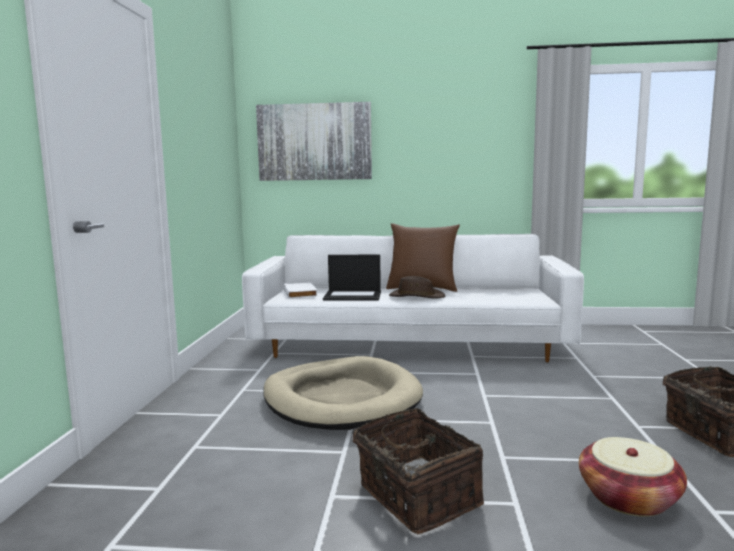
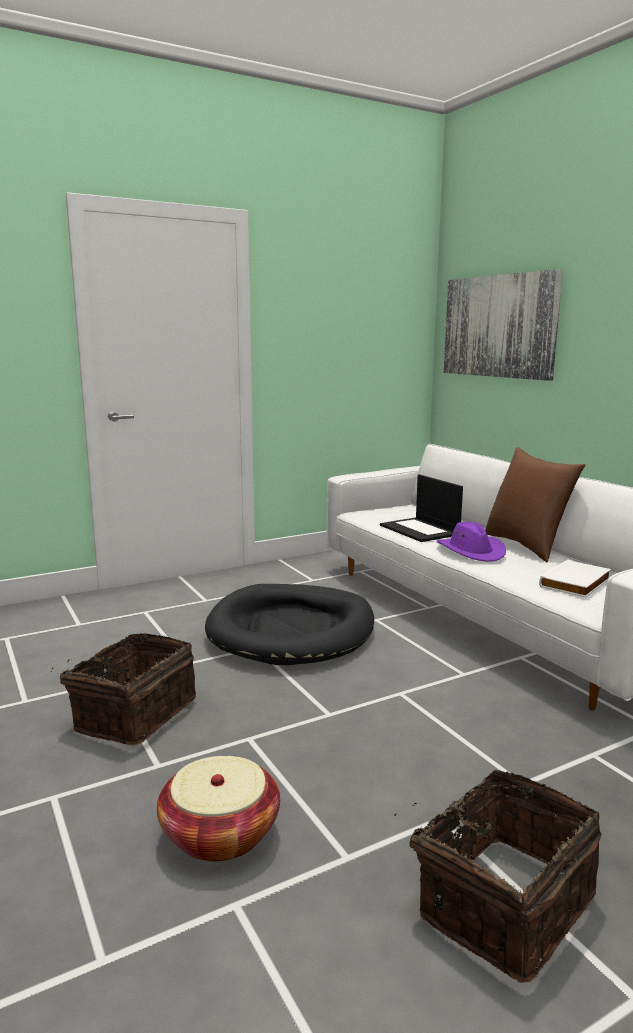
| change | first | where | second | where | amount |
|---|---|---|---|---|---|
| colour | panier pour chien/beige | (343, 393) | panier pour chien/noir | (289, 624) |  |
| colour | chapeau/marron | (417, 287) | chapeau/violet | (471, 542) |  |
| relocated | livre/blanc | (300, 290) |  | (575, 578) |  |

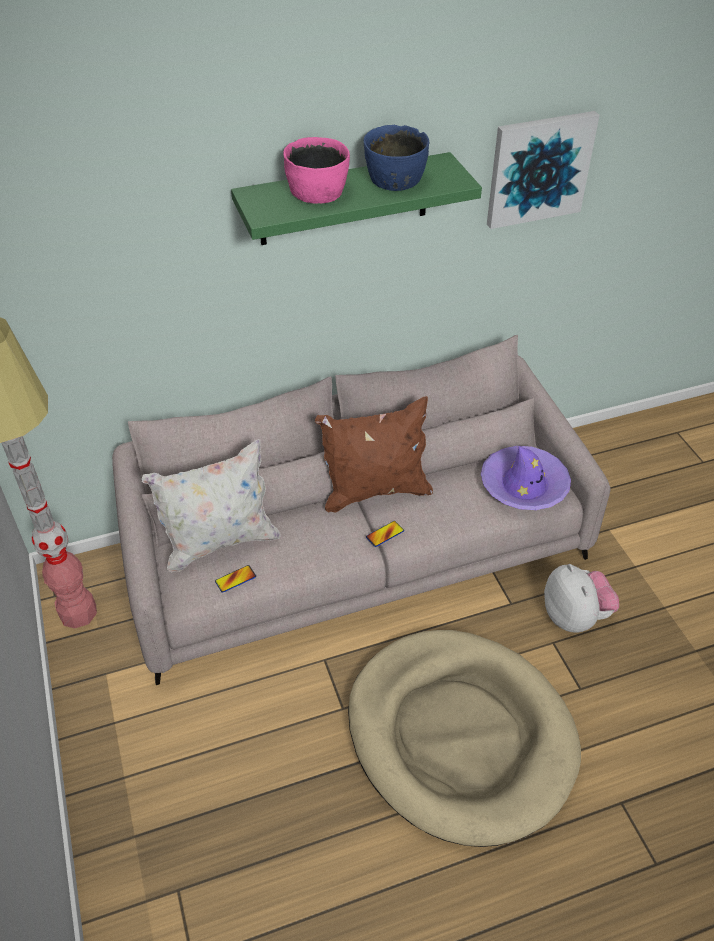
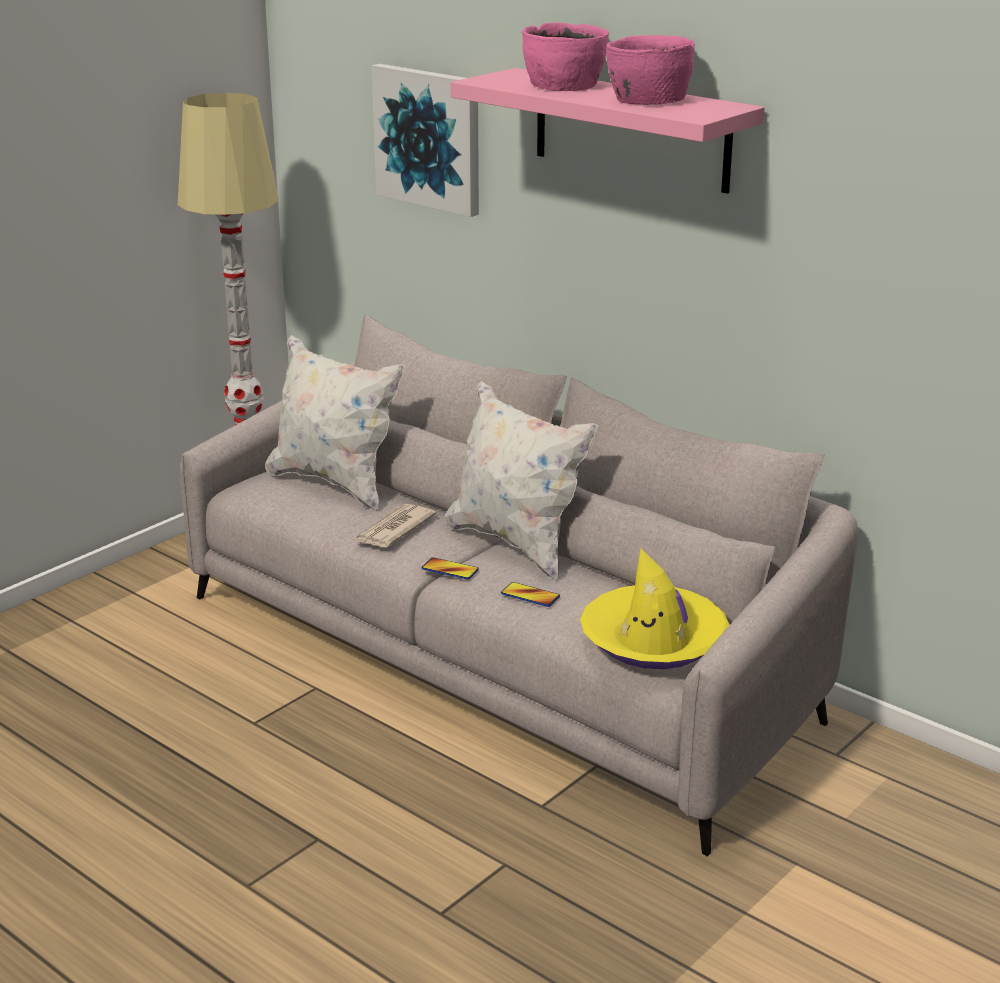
| change | first | where | second | where | amount |
|---|---|---|---|---|---|
| appeared |  |  | journal | (395, 525) |  |
| relocated | tableau | (543, 170) |  | (425, 140) |  |
| colour | coussin/marron | (374, 454) | coussin/blanc | (521, 481) |  |
| colour | étagère/vert | (356, 198) | étagère/rose | (607, 131) |  |
| relocated | téléphone | (235, 579) |  | (530, 594) |  |
| colour | chapeau/violet | (526, 478) | chapeau/jaune | (655, 608) |  |
| colour | bol/bleu | (396, 158) | bol/rose | (650, 70) |  |
| missing | panier pour chien/beige | (464, 738) |  |  |  |
| missing | peluche | (581, 598) |  |  |  |

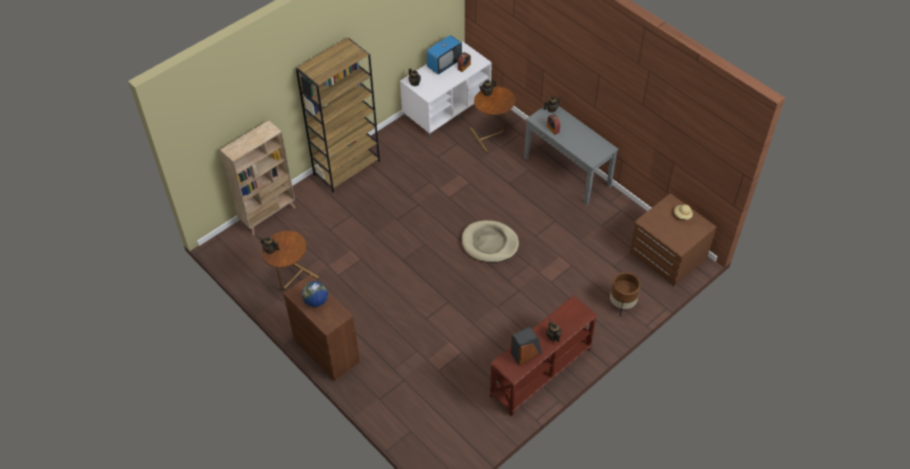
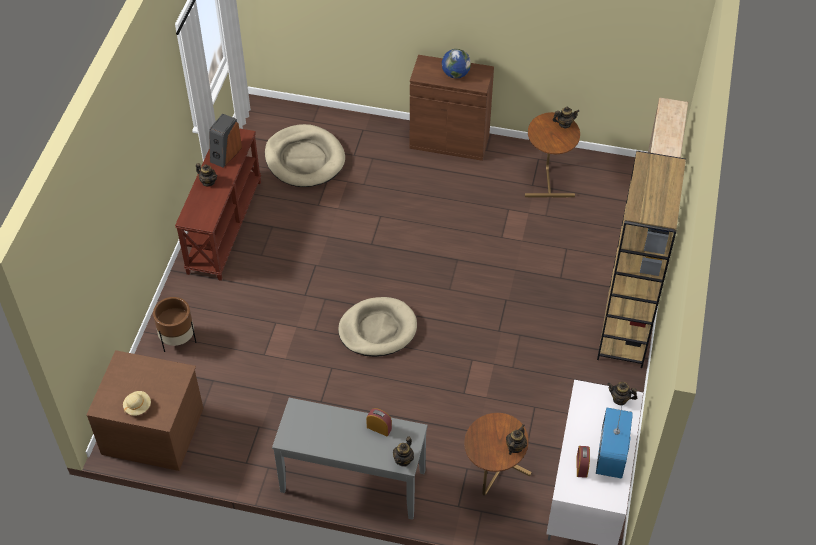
| change | first | where | second | where | amount |
|---|---|---|---|---|---|
| appeared |  |  | panier pour chien/beige | (305, 155) |  |

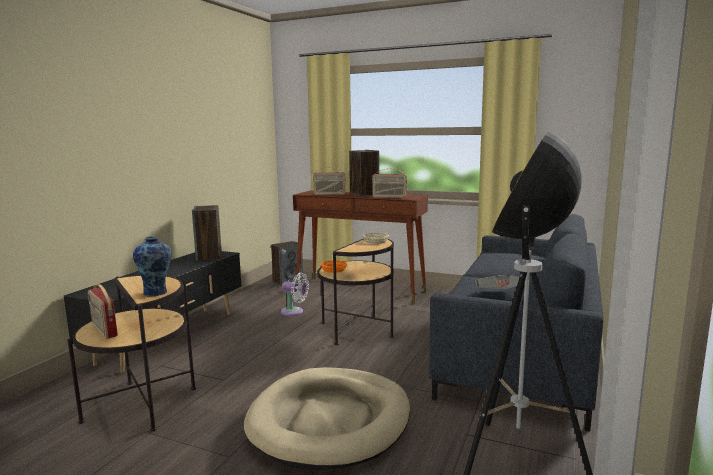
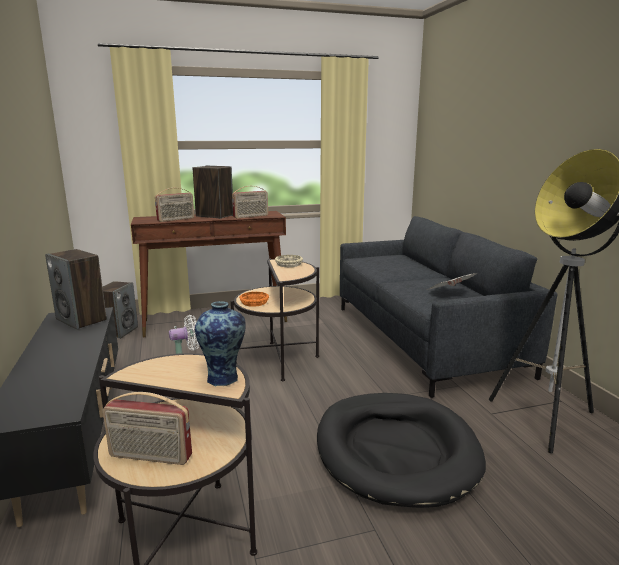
| change | first | where | second | where | amount |
|---|---|---|---|---|---|
| colour | panier pour chien/beige | (327, 418) | panier pour chien/noir | (401, 450) |  |

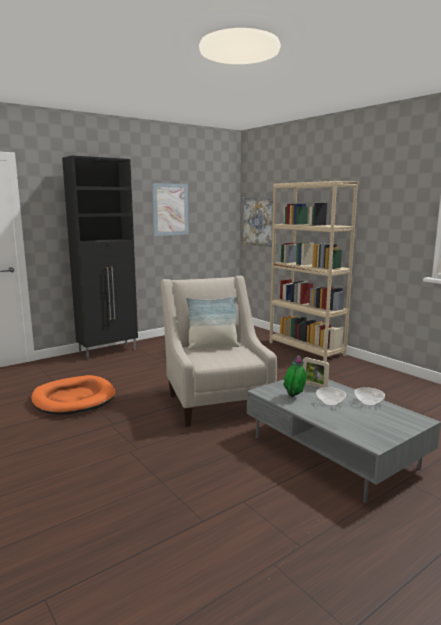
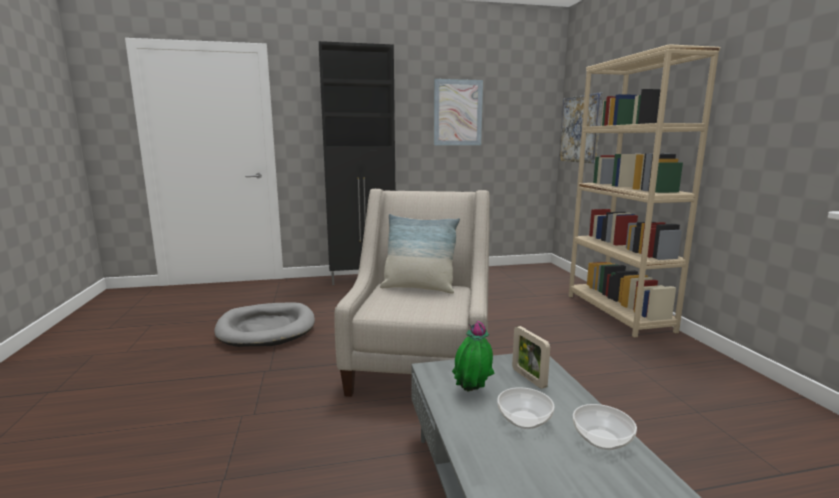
| change | first | where | second | where | amount |
|---|---|---|---|---|---|
| colour | panier pour chien/orange | (73, 395) | panier pour chien/gris | (264, 325) |  |

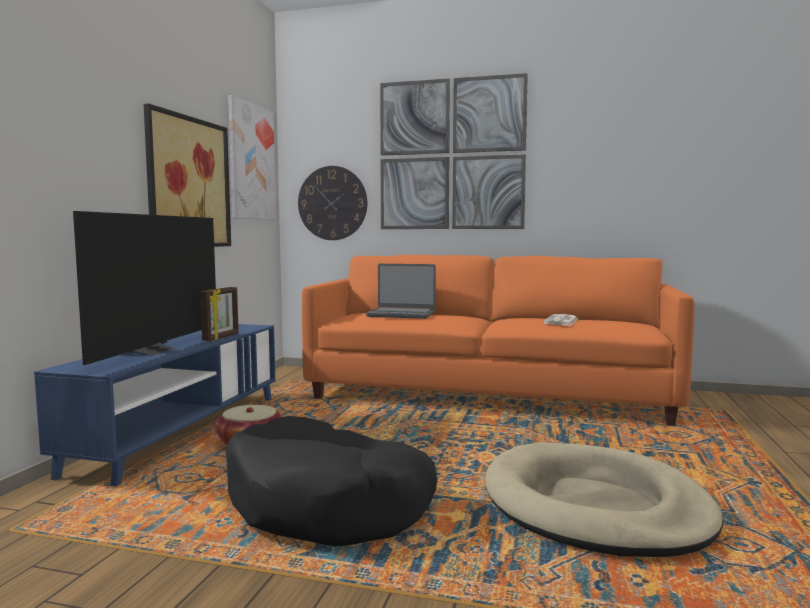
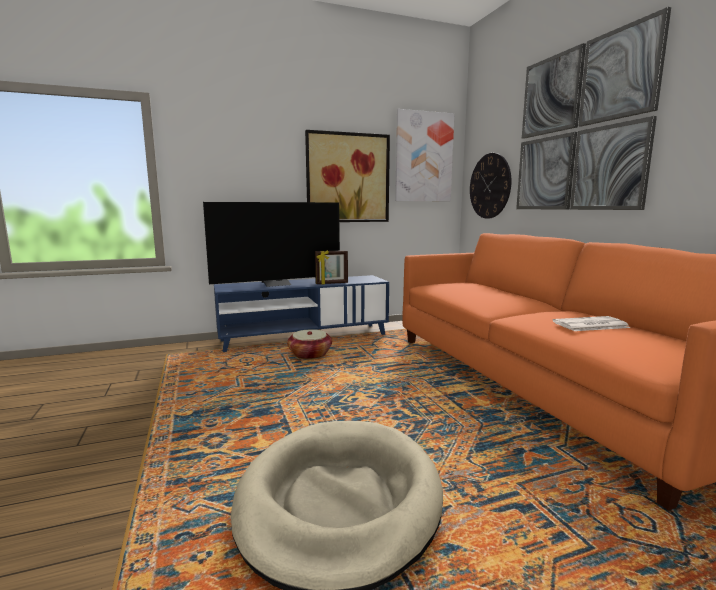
| change | first | where | second | where | amount |
|---|---|---|---|---|---|
| missing | panier pour chien/noir | (331, 481) |  |  |  |
| missing | ordinateur portable | (401, 291) |  |  |  |

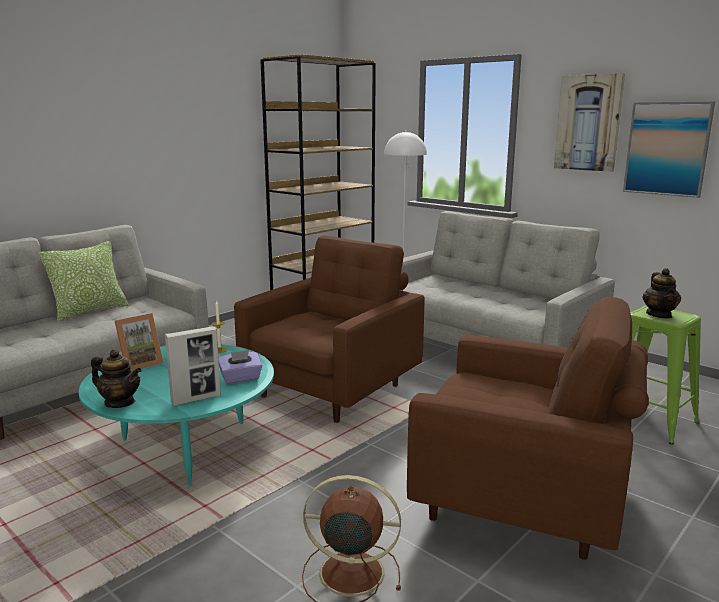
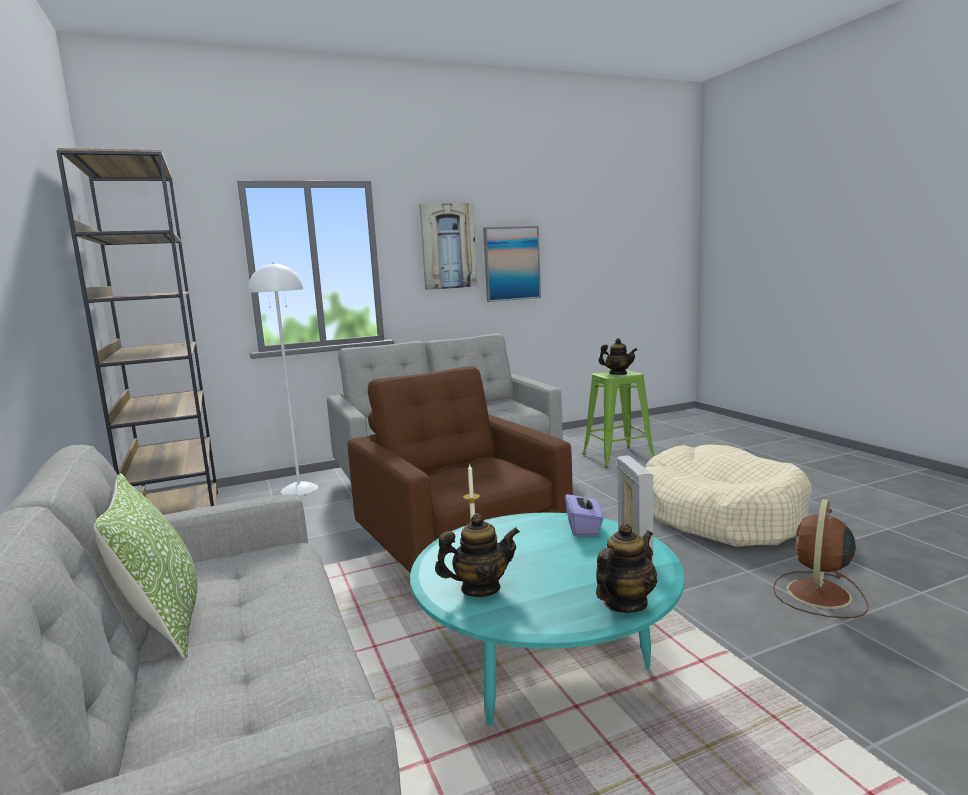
| change | first | where | second | where | amount |
|---|---|---|---|---|---|
| exchanged | cadre photo | (139, 342) | théière | (477, 555) |  |
| exchanged | fauteuil/marron | (528, 428) | panier pour chien/beige | (728, 495) |  |

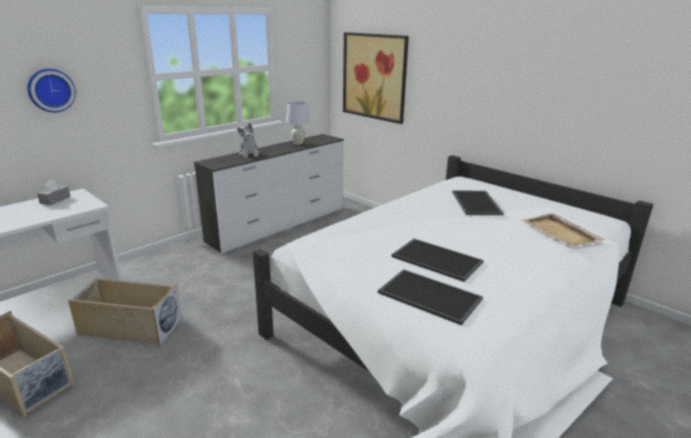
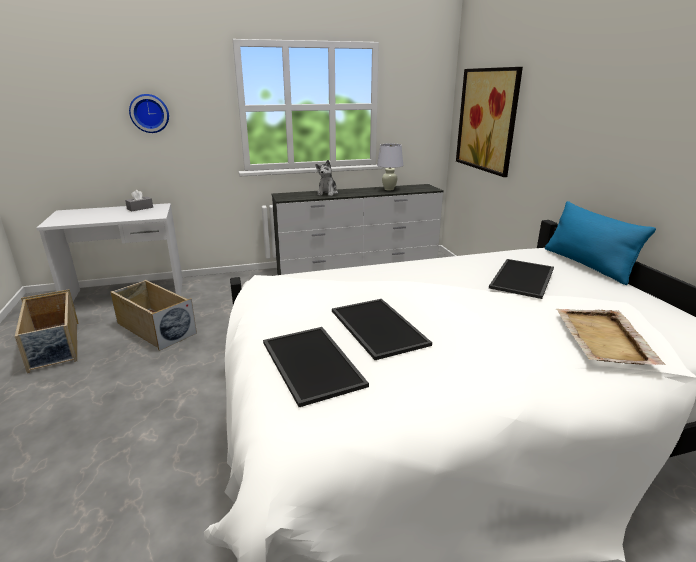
| change | first | where | second | where | amount |
|---|---|---|---|---|---|
| appeared |  |  | coussin/bleu | (600, 243) |  |

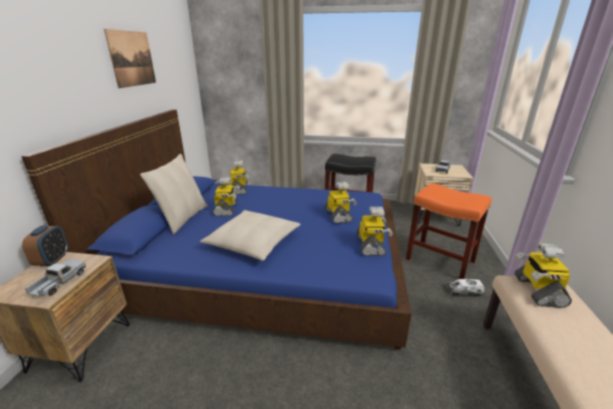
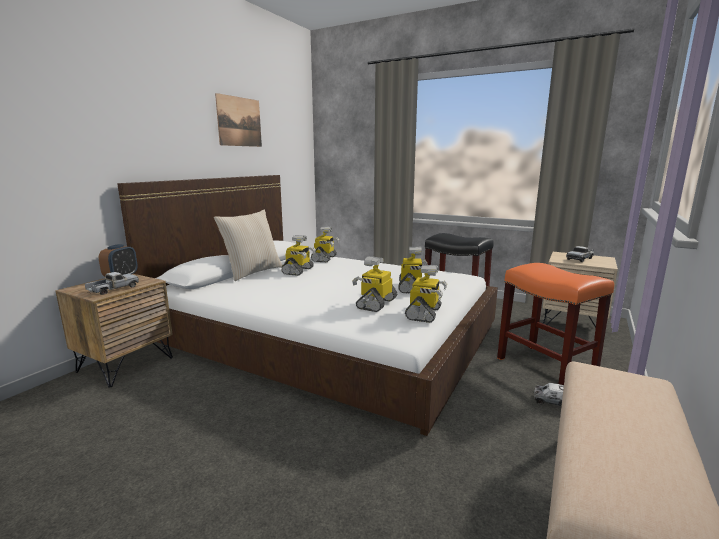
| change | first | where | second | where | amount |
|---|---|---|---|---|---|
| colour | lit/bleu | (216, 230) | lit/blanc | (307, 305) |  |
| relocated | robot jouet | (543, 275) |  | (374, 284) |  |
| missing | coussin/beige | (250, 235) |  |  |  |

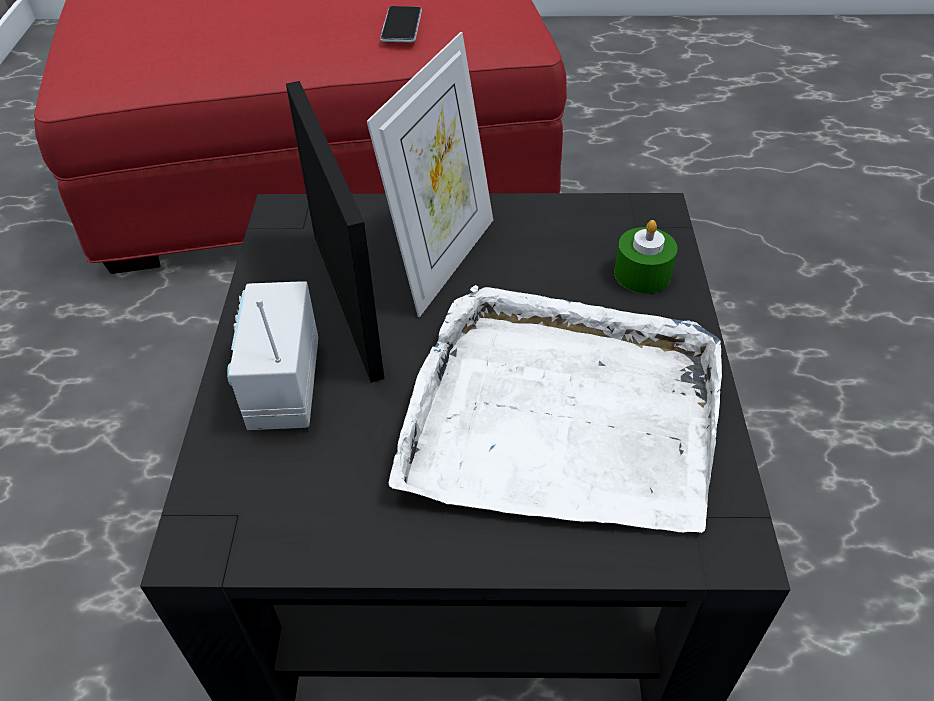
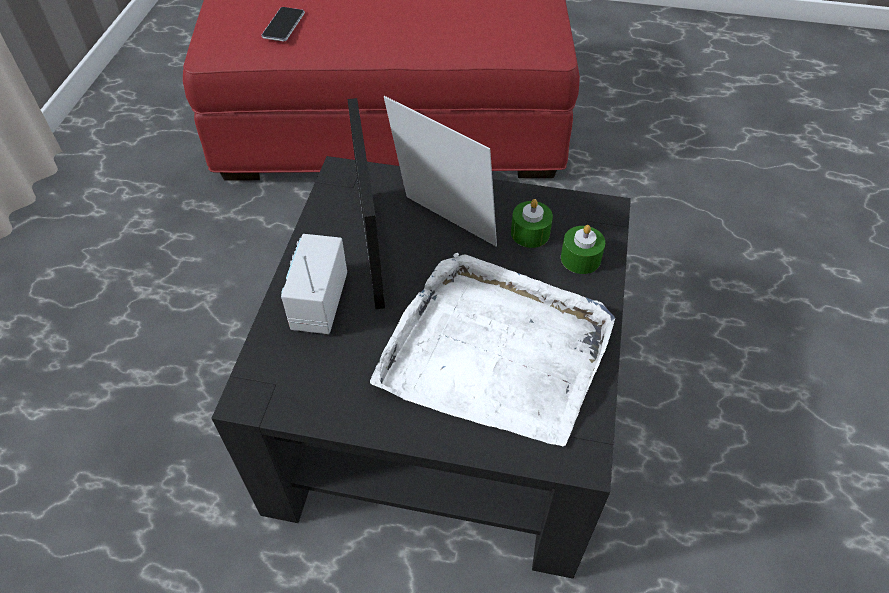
| change | first | where | second | where | amount |
|---|---|---|---|---|---|
| relocated | téléphone | (401, 24) |  | (283, 24) |  |
| spun | cadre photo | (430, 174) |  | (440, 171) | 90 degrees counterclockwise |
| appeared |  |  | bougie/vert | (532, 223) |  |

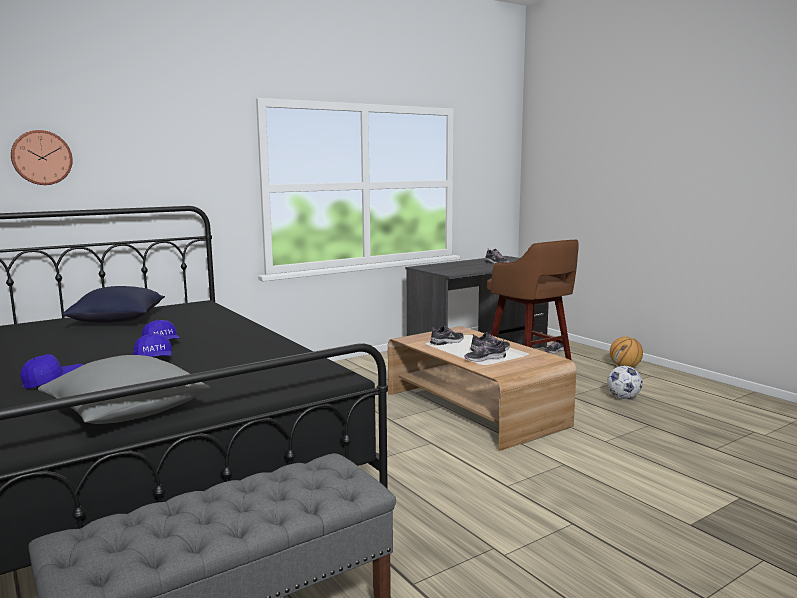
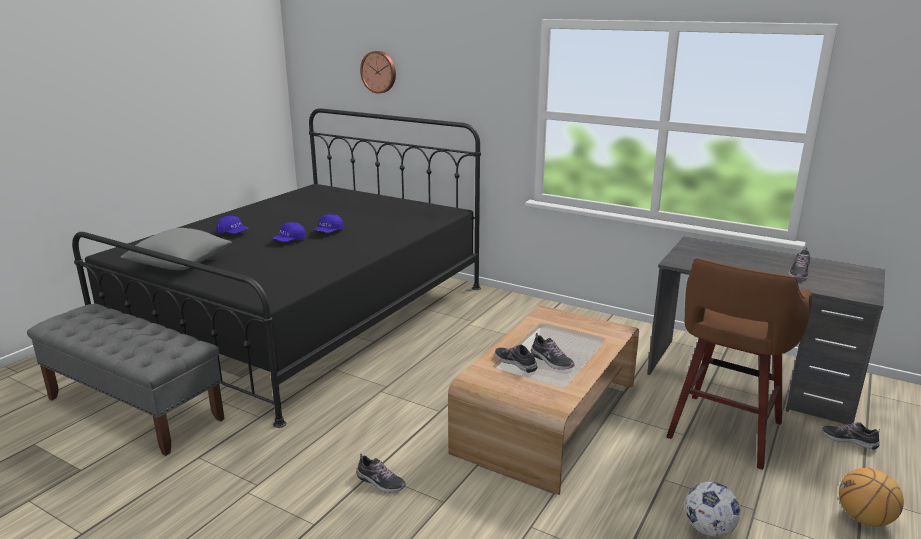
| change | first | where | second | where | amount |
|---|---|---|---|---|---|
| relocated | chaussure | (447, 335) |  | (381, 473) |  |
| missing | coussin/bleu | (113, 304) |  |  |  |

